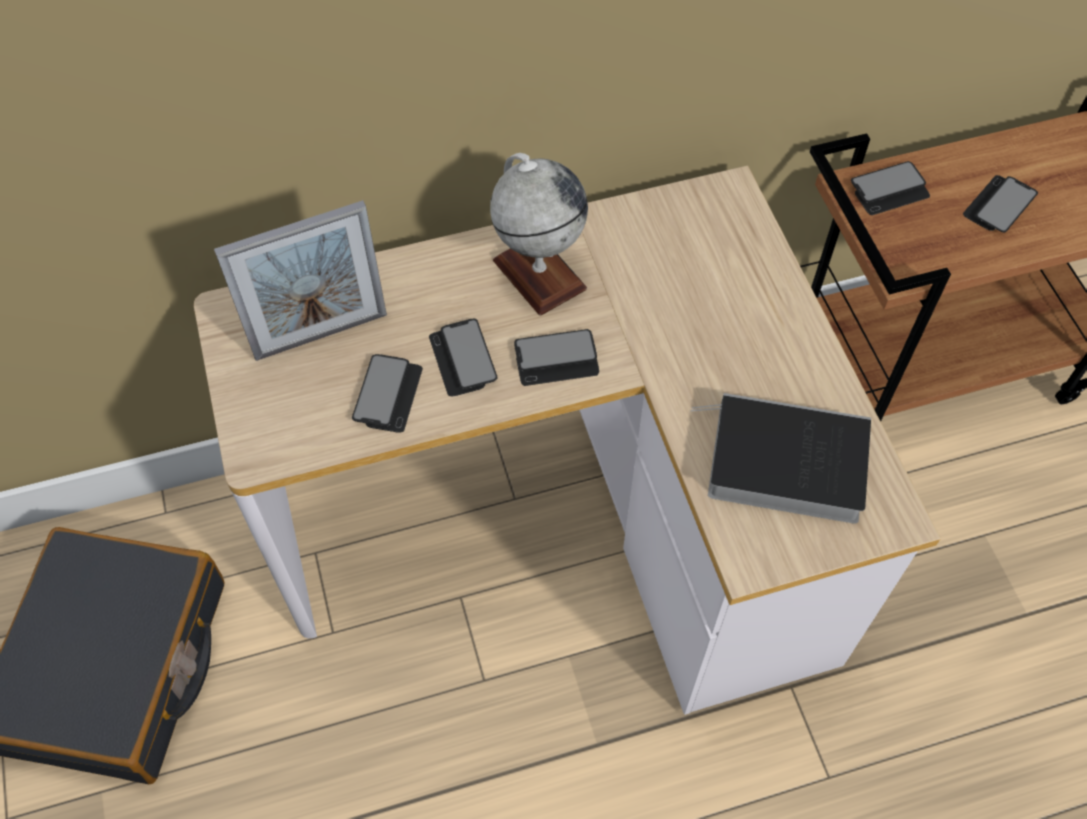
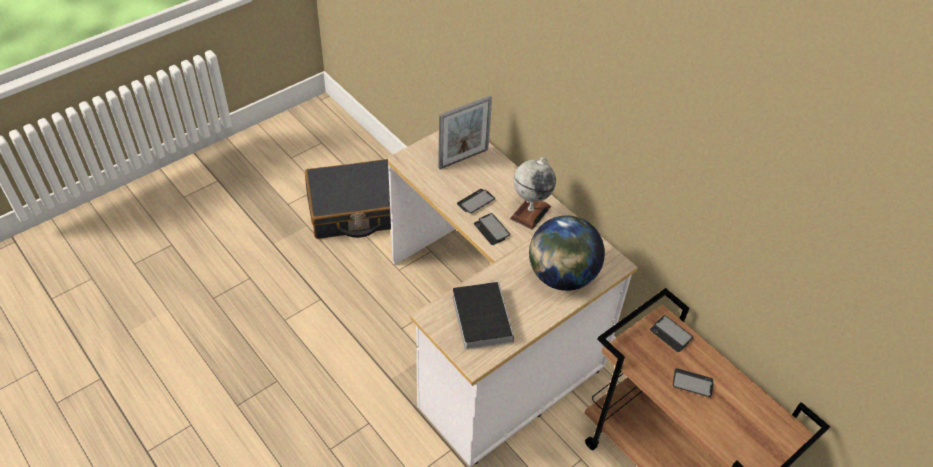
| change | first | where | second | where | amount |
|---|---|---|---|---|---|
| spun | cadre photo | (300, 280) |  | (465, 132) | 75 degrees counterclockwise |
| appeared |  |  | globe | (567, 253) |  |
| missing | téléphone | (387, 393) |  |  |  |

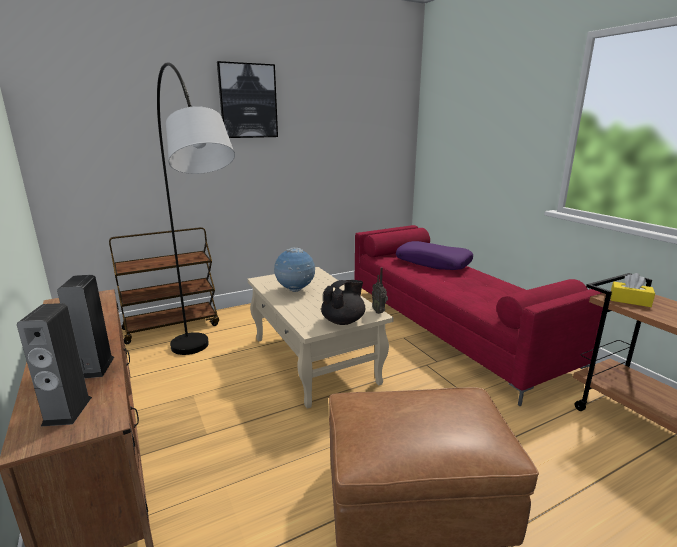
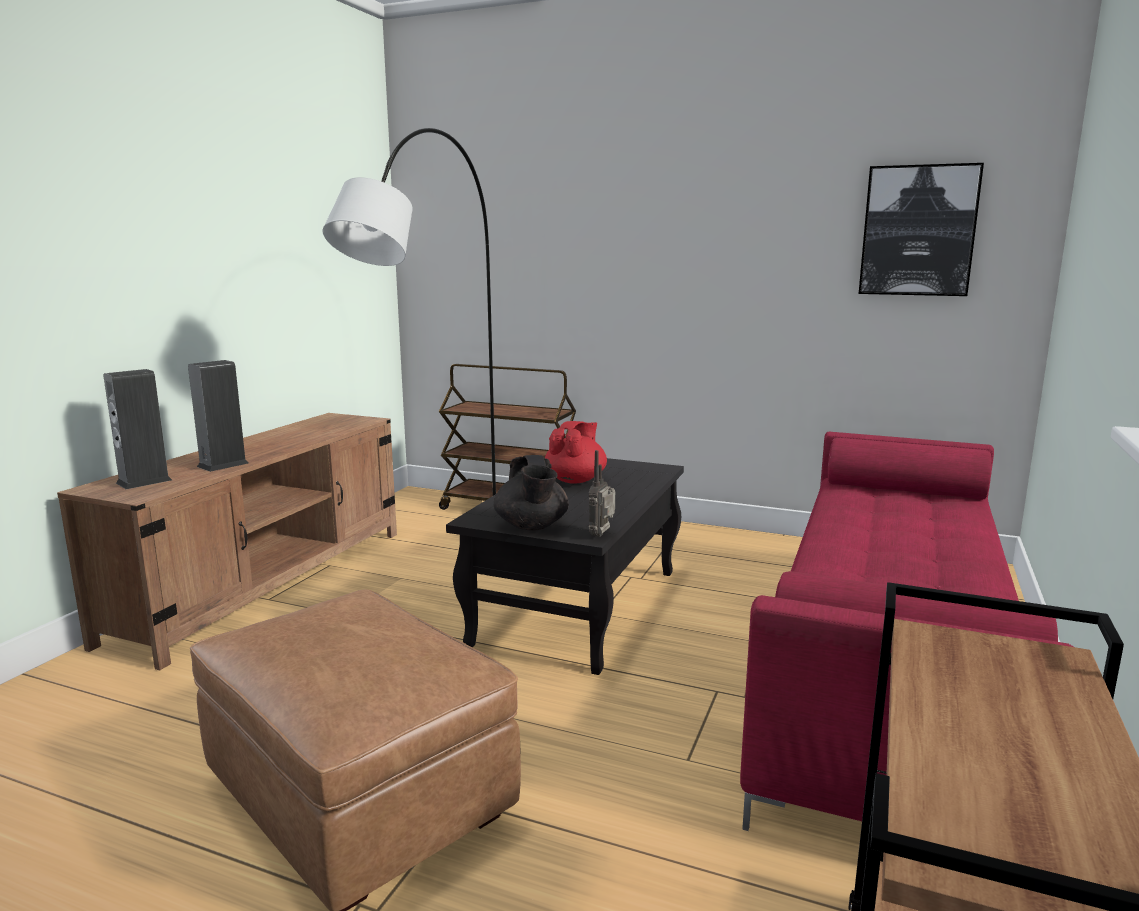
| change | first | where | second | where | amount |
|---|---|---|---|---|---|
| colour | table basse/beige | (320, 338) | table basse/noir | (565, 566) |  |
| spun | théière/noir | (343, 302) |  | (531, 493) | 75 degrees clockwise |
| exchanged | globe | (294, 269) | théière/rouge | (576, 452) |  |
| relocated | tableau | (247, 99) |  | (921, 229) |  |
| missing | coussin/violet | (434, 255) |  |  |  |
| missing | boîte à mouchoirs/jaune | (633, 290) |  |  |  |

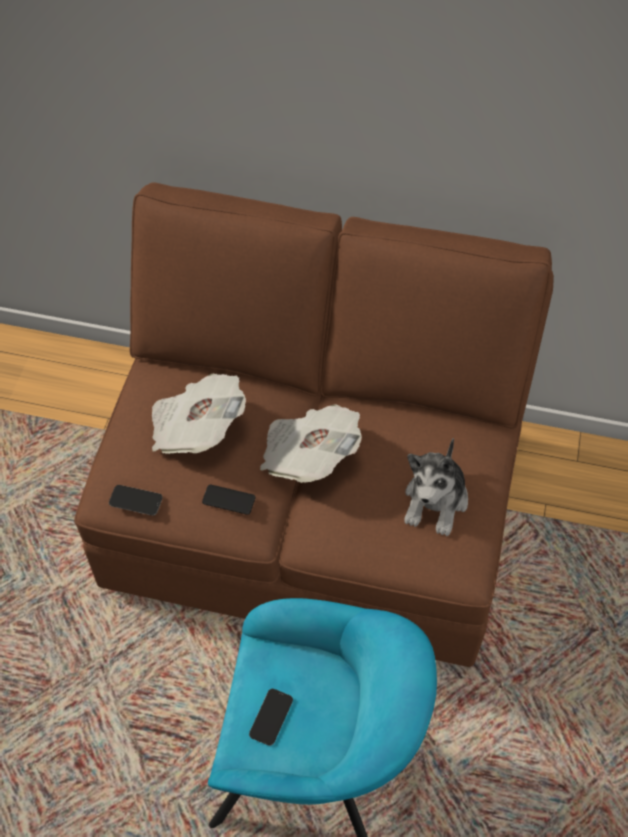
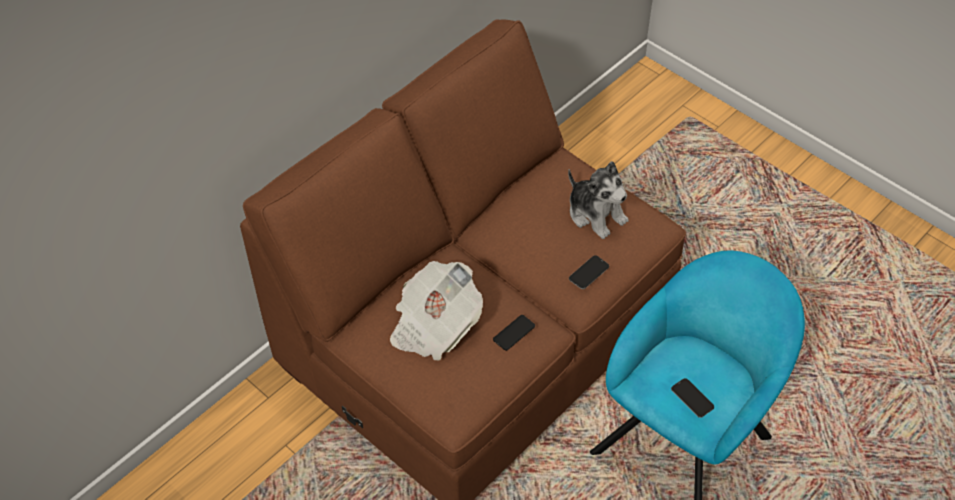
| change | first | where | second | where | amount |
|---|---|---|---|---|---|
| relocated | téléphone | (136, 500) |  | (589, 272) |  |
| missing | journal | (311, 443) |  |  |  |

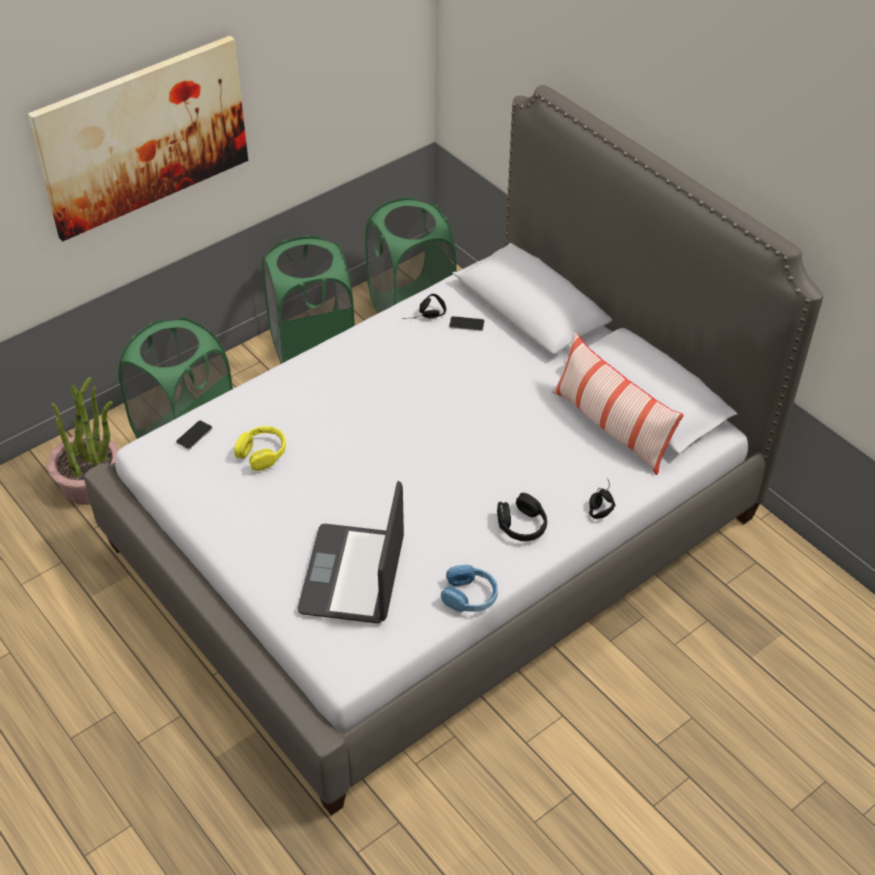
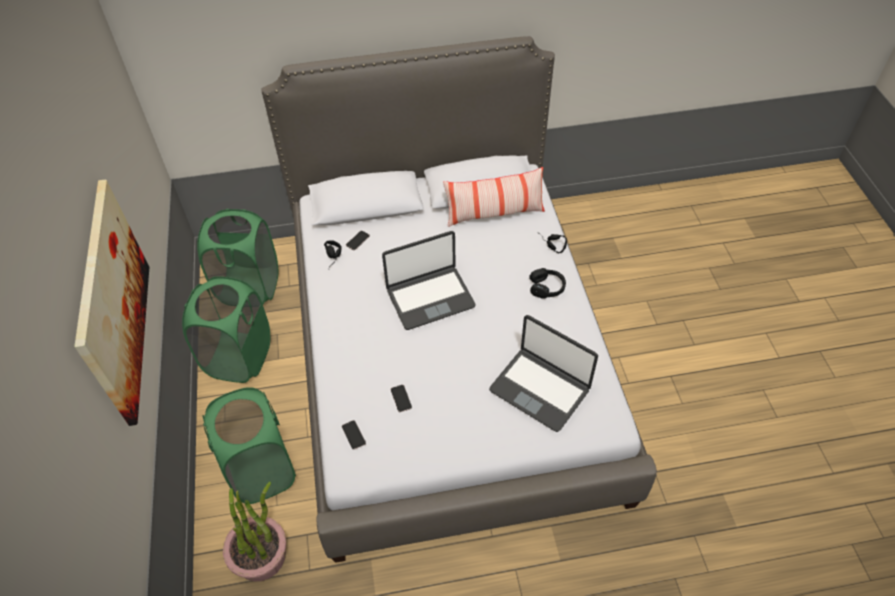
| change | first | where | second | where | amount |
|---|---|---|---|---|---|
| appeared |  |  | ordinateur portable | (428, 280) |  |
| exchanged | casque audio/jaune | (260, 448) | téléphone | (401, 398) |  |
| missing | casque audio/bleu | (469, 588) |  |  |  |

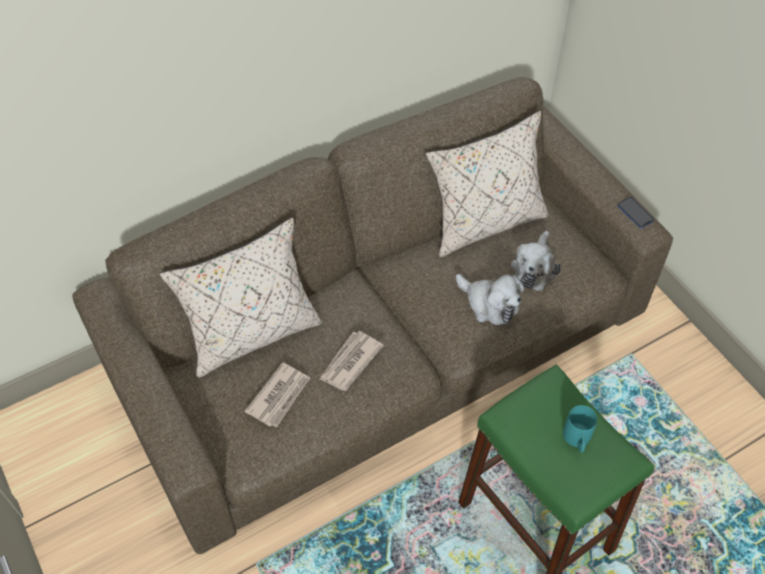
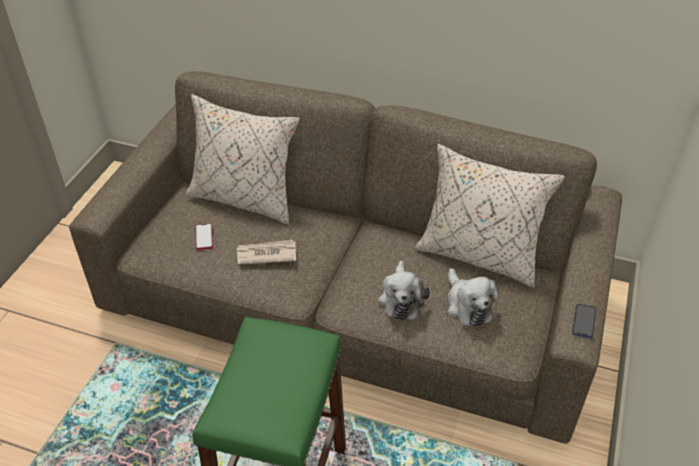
| change | first | where | second | where | amount |
|---|---|---|---|---|---|
| exchanged | journal | (277, 394) | téléphone | (204, 236) |  |
| spun | peluche | (536, 261) |  | (473, 298) | 90 degrees counterclockwise |
| missing | mug/turquoise | (580, 428) |  |  |  |

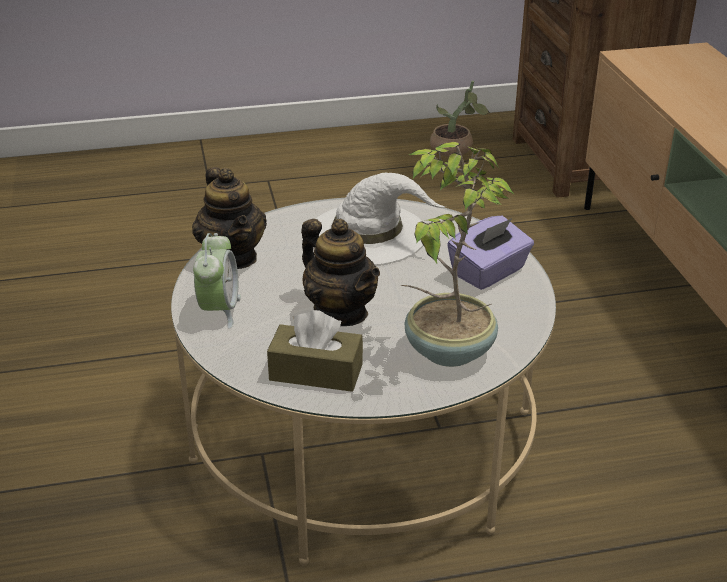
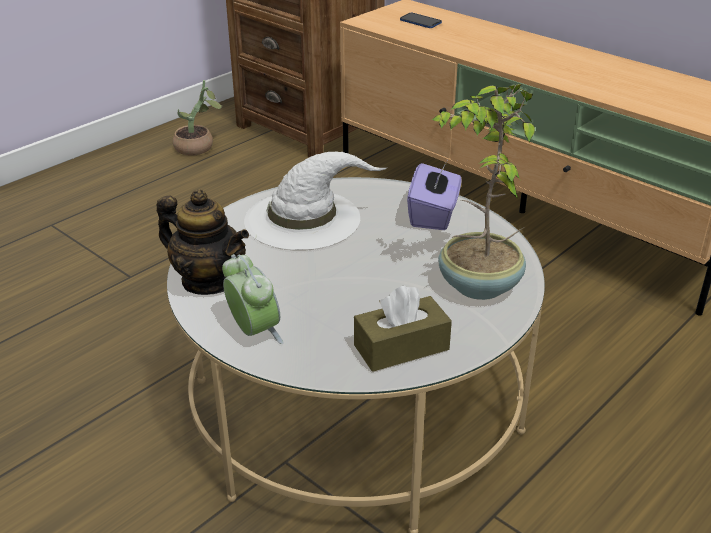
| change | first | where | second | where | amount |
|---|---|---|---|---|---|
| appeared |  |  | téléphone | (421, 20) |  |
| missing | théière | (340, 272) |  |  |  |

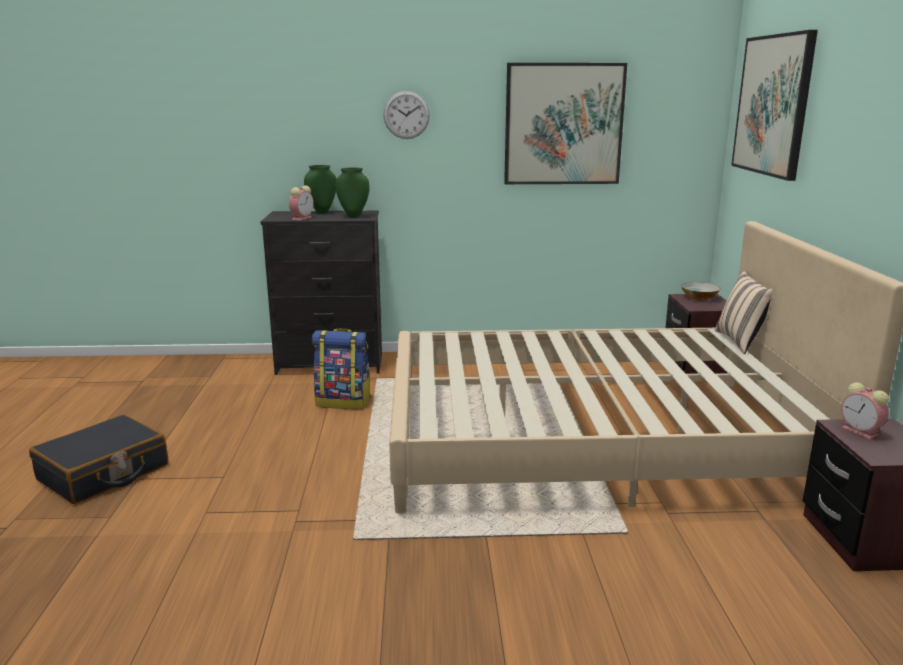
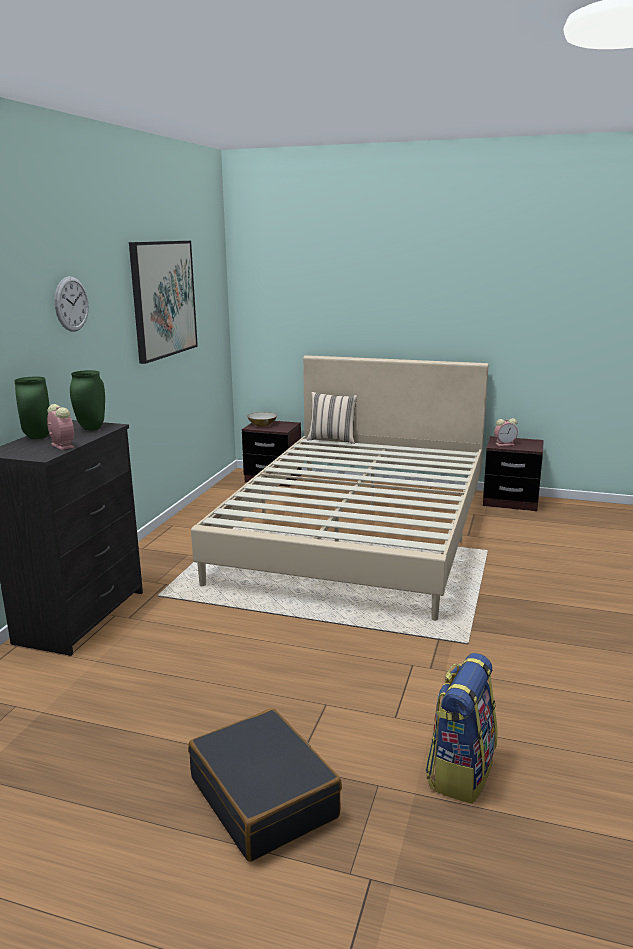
| change | first | where | second | where | amount |
|---|---|---|---|---|---|
| relocated | sac à dos | (341, 368) |  | (461, 728) |  |
| missing | tableau | (774, 105) |  |  |  |

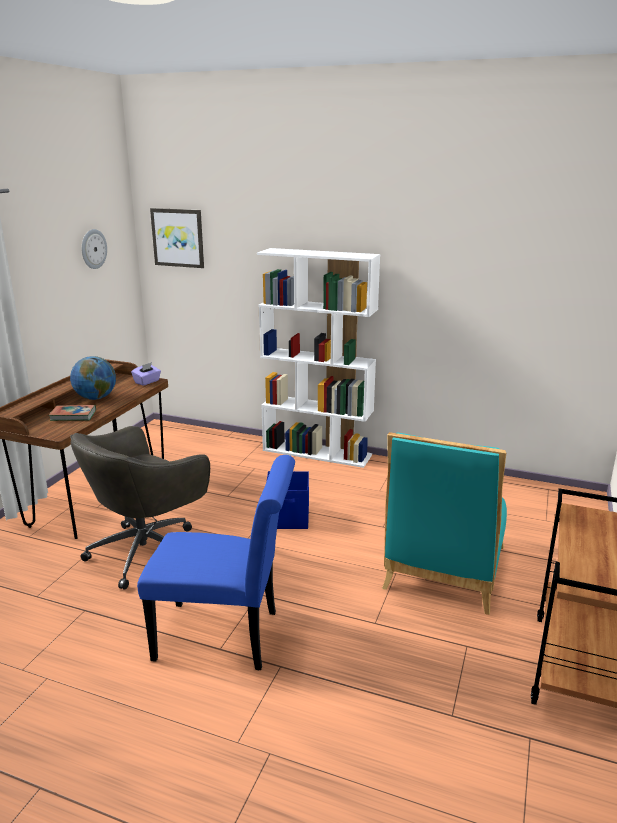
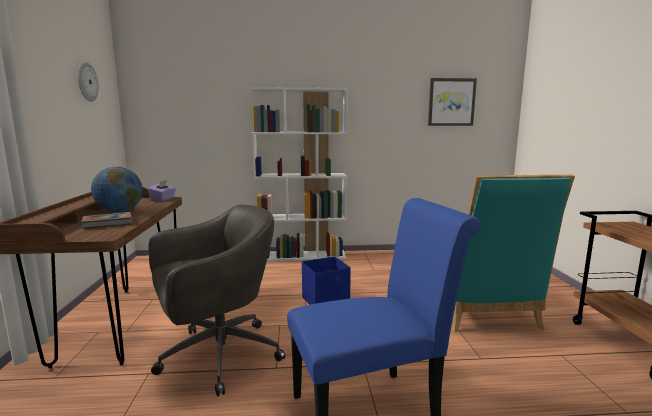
| change | first | where | second | where | amount |
|---|---|---|---|---|---|
| spun | chaise de bureau/gris | (140, 508) |  | (216, 300) | 135 degrees counterclockwise |
| relocated | tableau | (177, 238) |  | (452, 102) |  |

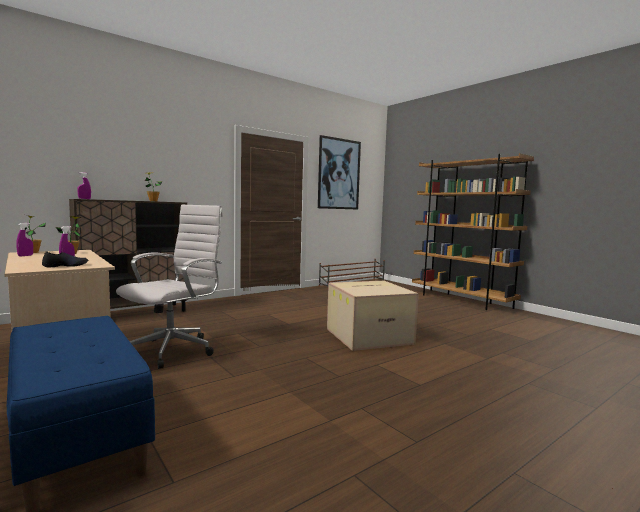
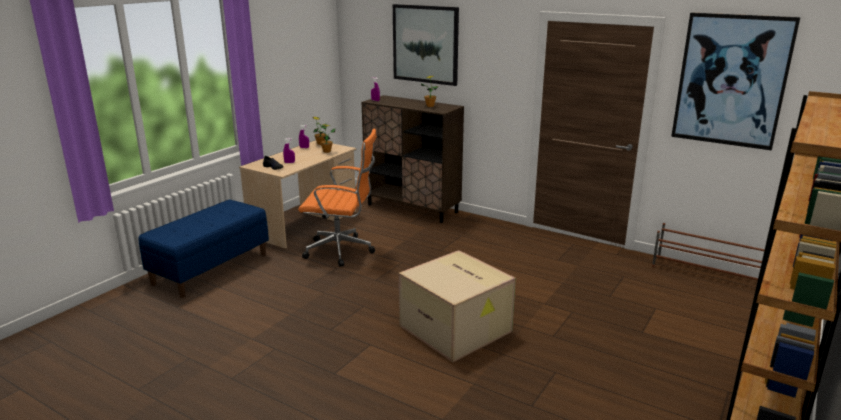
| change | first | where | second | where | amount |
|---|---|---|---|---|---|
| colour | chaise de bureau/blanc | (169, 287) | chaise de bureau/orange | (337, 197) |  |
| appeared |  |  | tableau | (426, 45) |  |

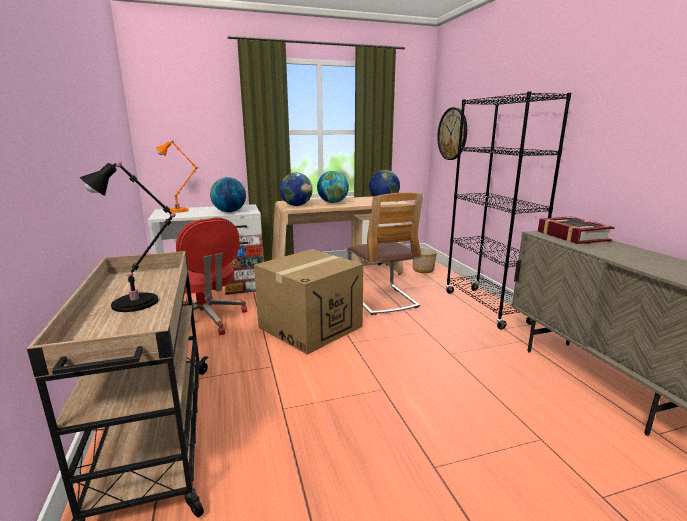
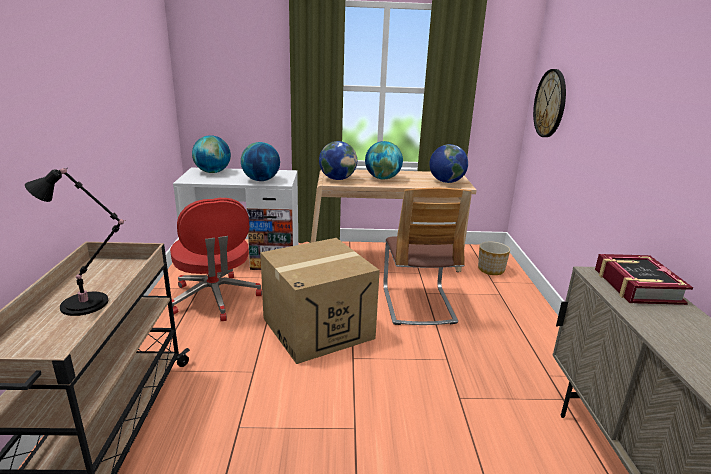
| change | first | where | second | where | amount |
|---|---|---|---|---|---|
| exchanged | lampe de table/orange | (176, 177) | globe | (211, 154) |  |
| missing | bibliothèque/noir | (508, 210) |  |  |  |

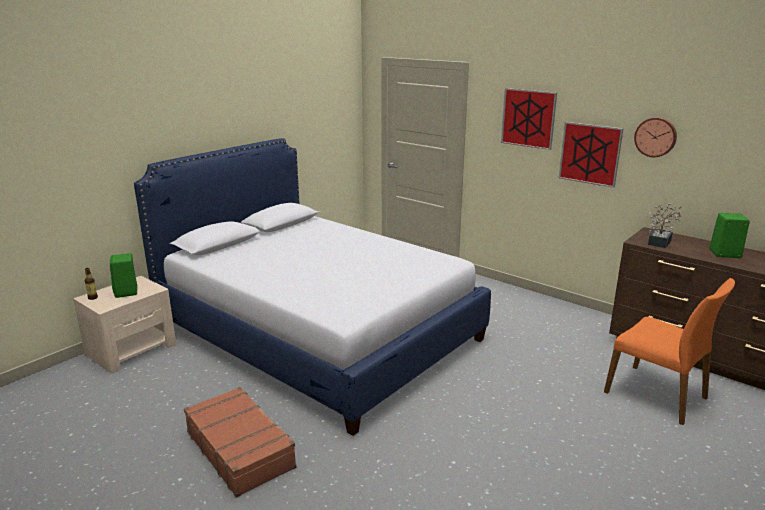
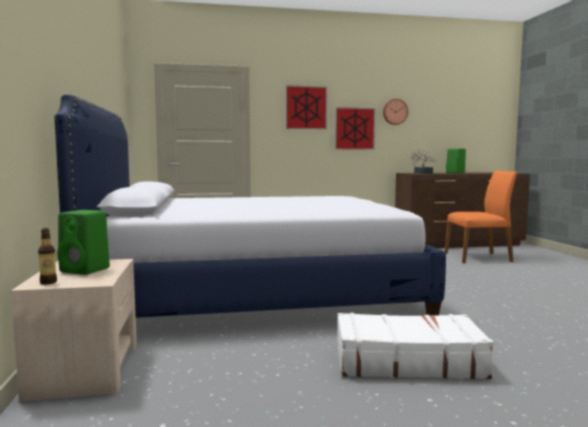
| change | first | where | second | where | amount |
|---|---|---|---|---|---|
| colour | valise/marron | (240, 442) | valise/blanc | (415, 346) |  |

